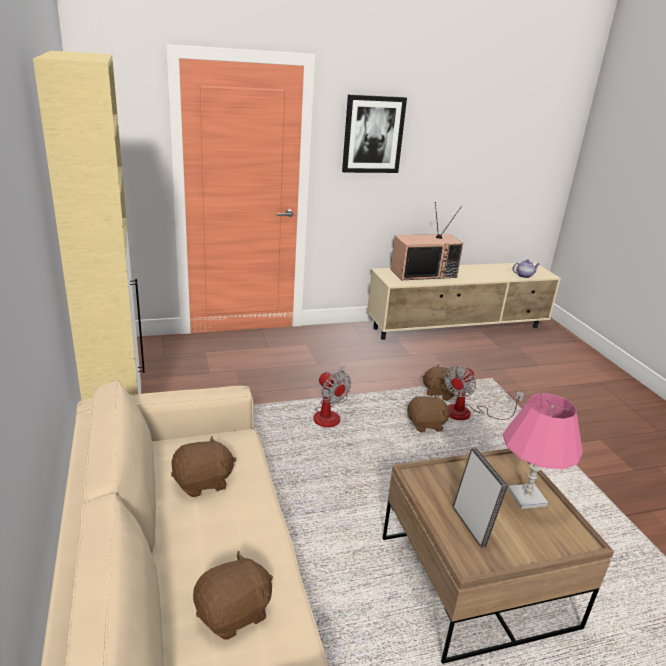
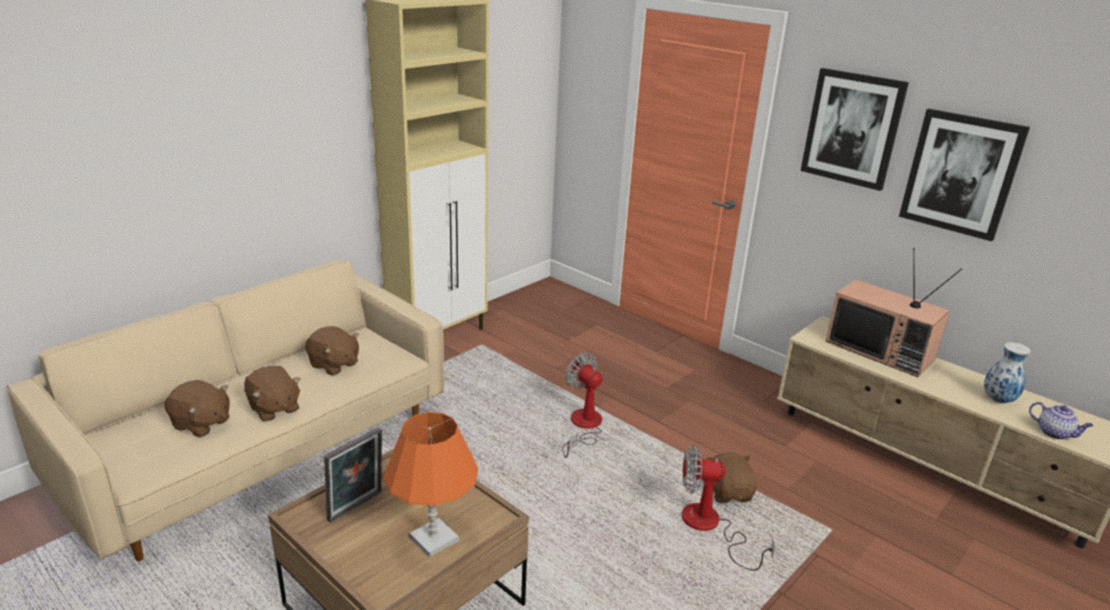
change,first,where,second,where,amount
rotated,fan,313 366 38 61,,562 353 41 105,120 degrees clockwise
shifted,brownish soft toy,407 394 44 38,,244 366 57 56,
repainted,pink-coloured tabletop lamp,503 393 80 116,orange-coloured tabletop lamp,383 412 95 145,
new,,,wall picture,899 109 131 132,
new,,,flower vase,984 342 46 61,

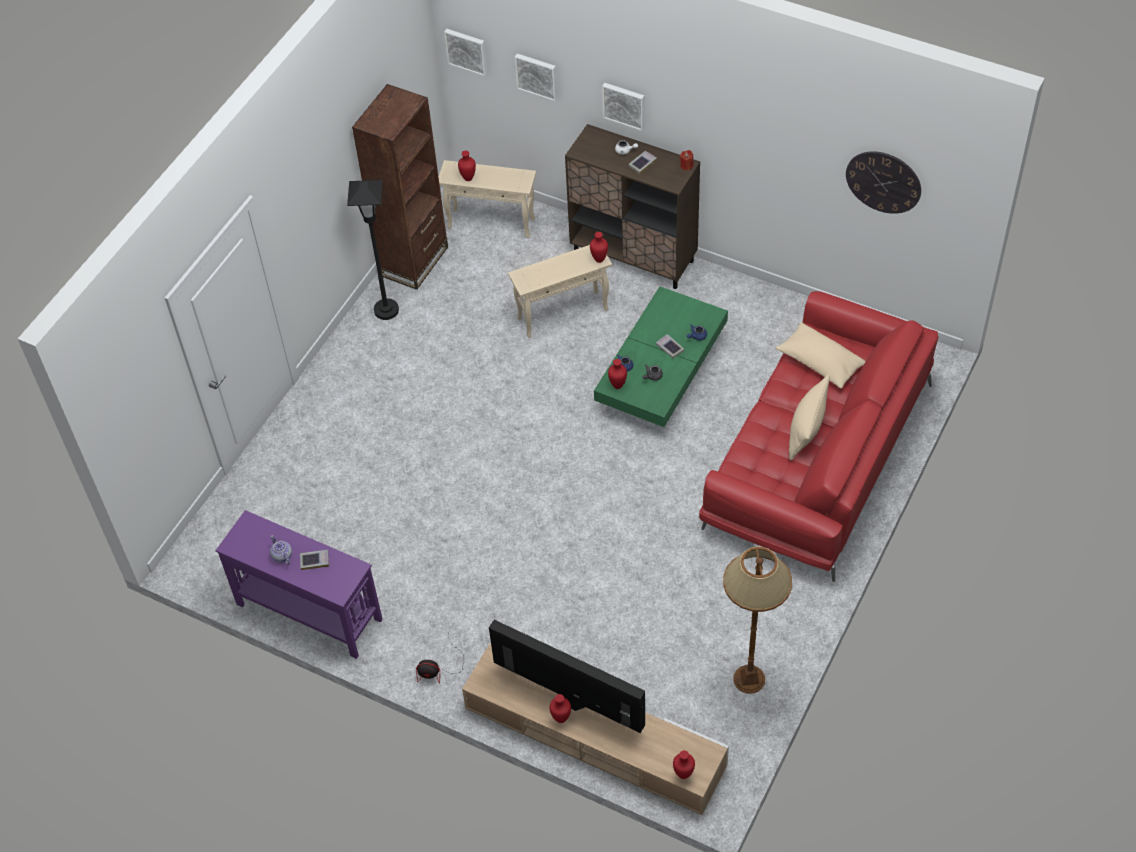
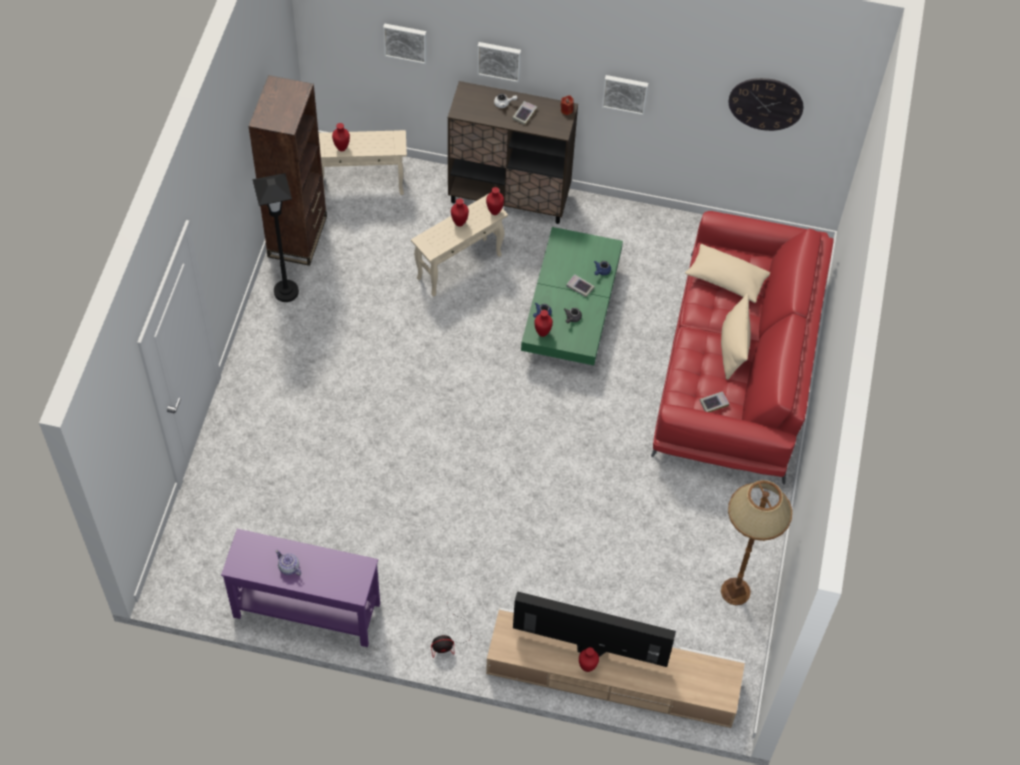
change,first,where,second,where,amount
shifted,volume,300 550 29 20,,700 391 29 21,
shifted,wall picture,444 29 43 47,,602 75 46 40,
shifted,red-coloured flower vase,673 750 22 29,,451 198 18 29,

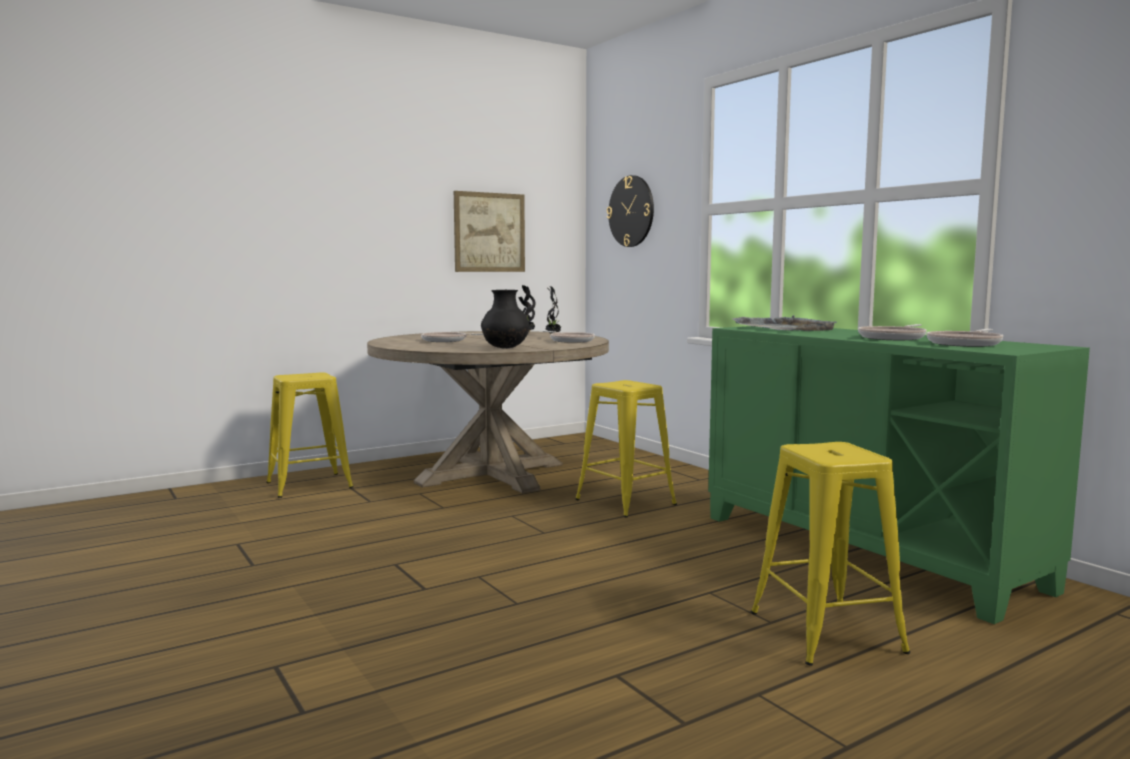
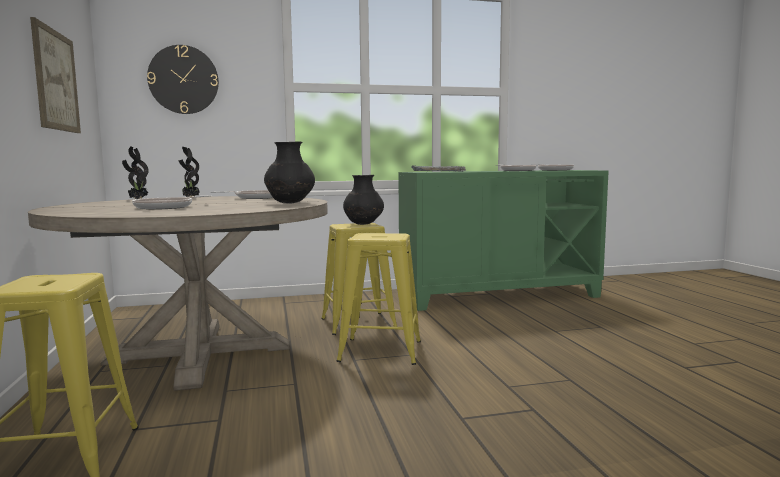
change,first,where,second,where,amount
shifted,yellow stool seat,751 442 159 224,,336 233 85 132,
new,,,blackish flower vase,343 175 41 50,

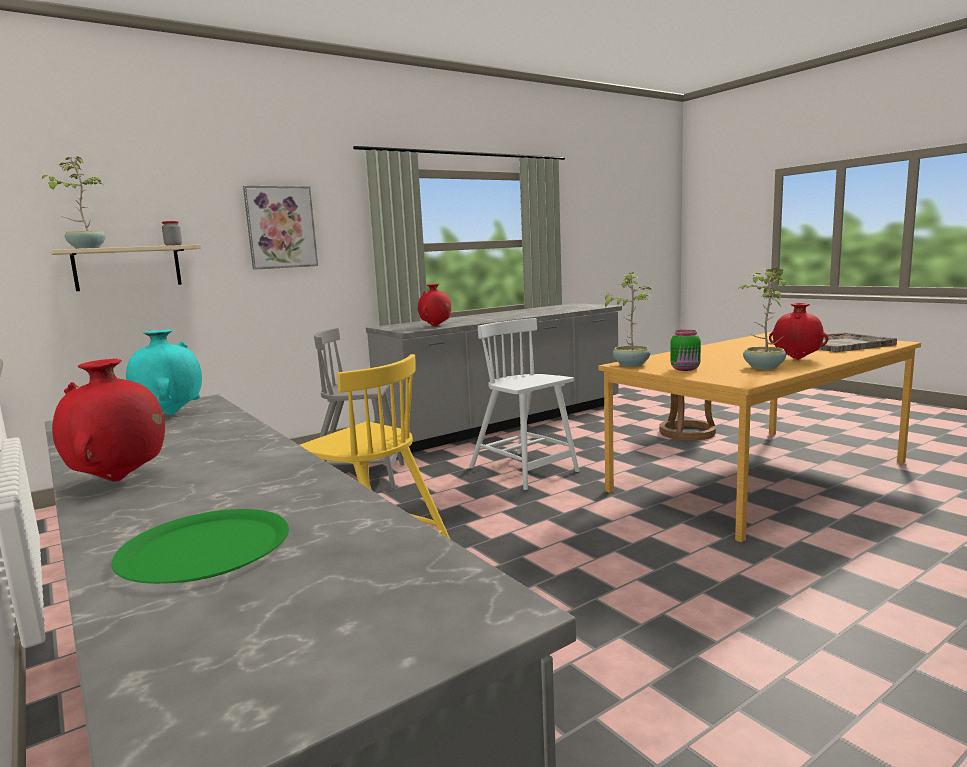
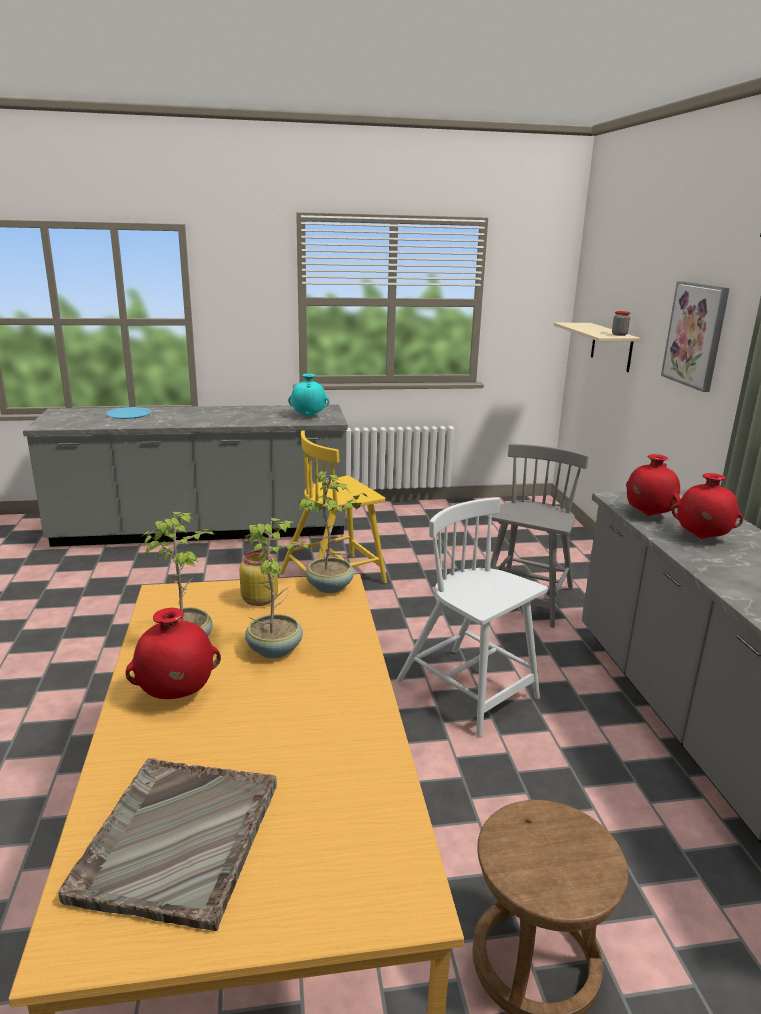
change,first,where,second,where,amount
shifted,plant in a pot,42 157 64 92,,245 518 67 141,
shifted,red-coloured flower vase,52 359 113 122,,672 473 71 66,
repainted,green plate,111 509 178 75,blue plate,106 407 45 12,
rotated,white-coloured plain chair,469 318 110 172,,396 497 152 240,120 degrees counterclockwise
repainted,green preserve jar,670 330 31 41,yellow preserve jar,239 550 39 56,

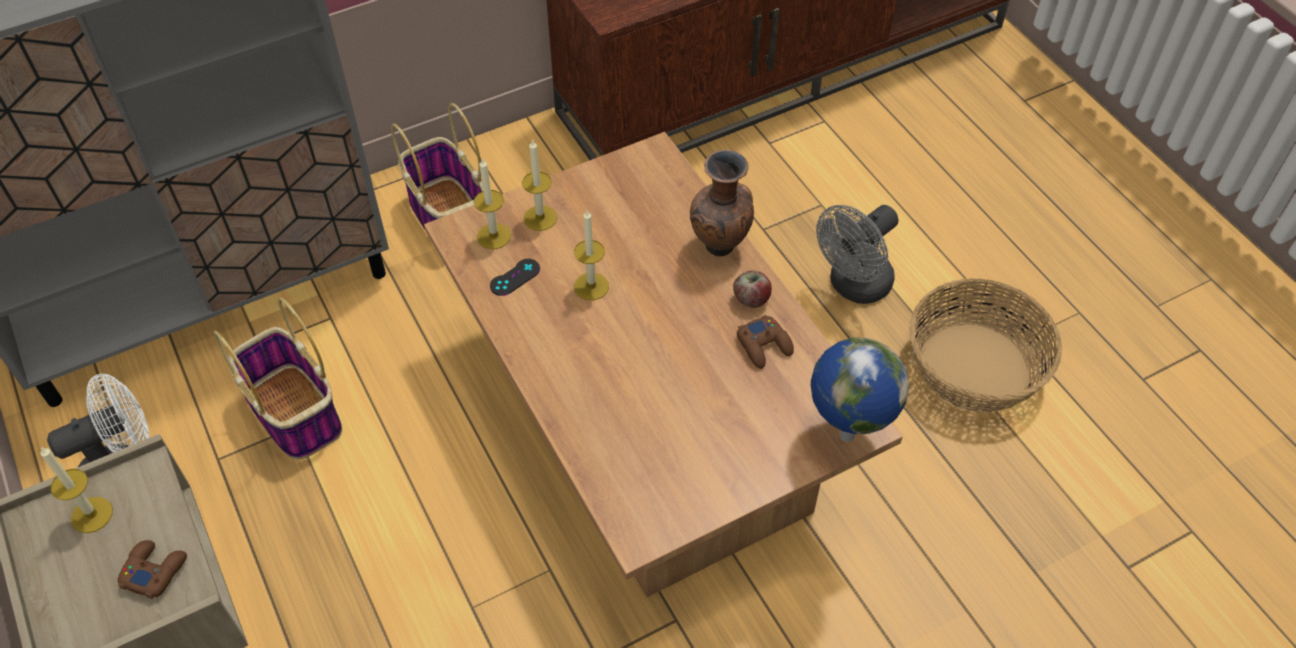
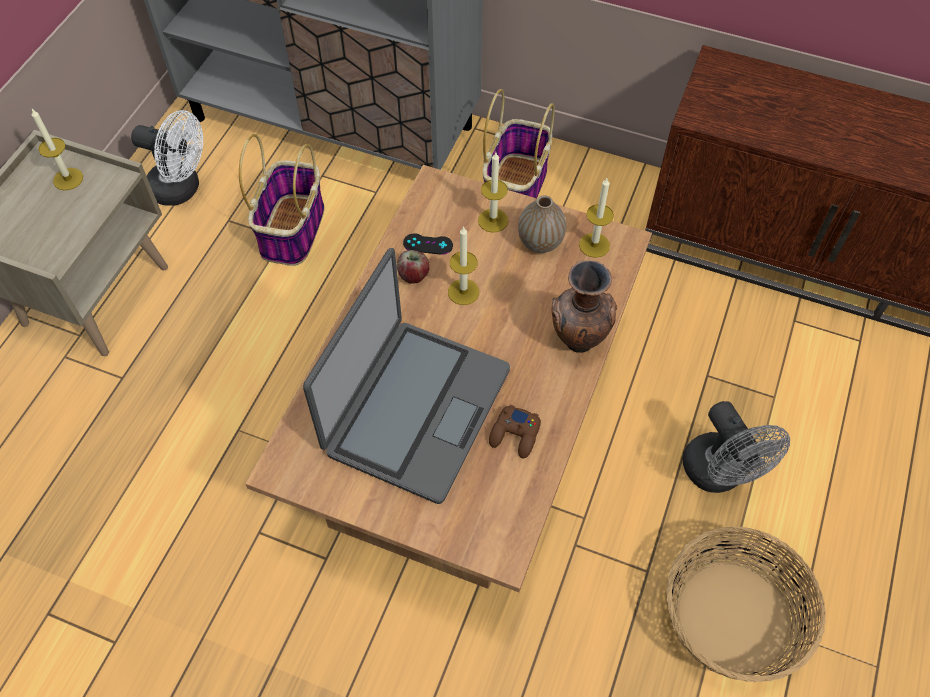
change,first,where,second,where,amount
gone,brownish joypad,118 540 69 59,,,
shifted,wax light,474 158 37 91,,579 178 35 80,
shifted,apple fruit,733 271 39 37,,397 250 33 34,
gone,desk globe,811 337 98 105,,,
rotated,gray fan,816 205 82 99,,682 401 108 92,120 degrees counterclockwise
new,,,portable computer,303 248 207 256,
new,,,flower vase,518 195 48 58,

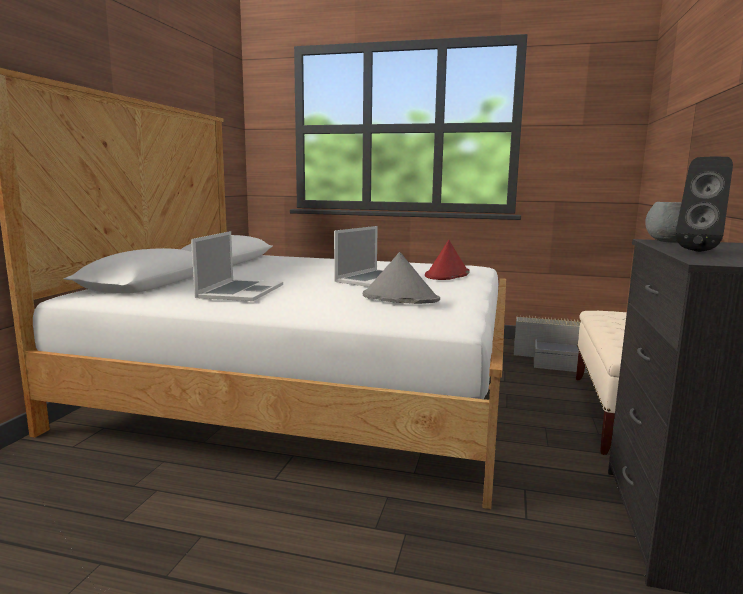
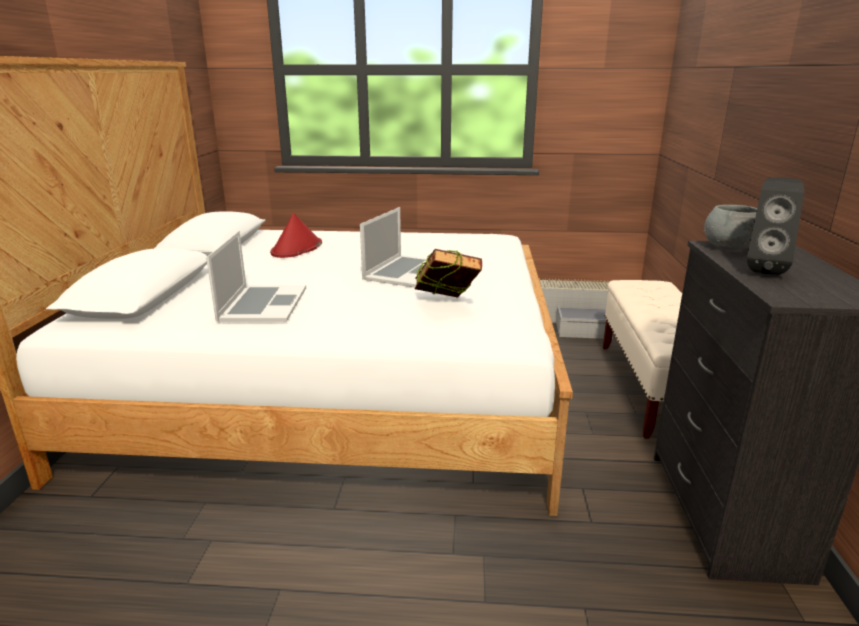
change,first,where,second,where,amount
swapped,gray hat,363 252 77 52,volume,415 249 67 49,
shifted,red-coloured hat,425 240 45 40,,270 213 52 45,

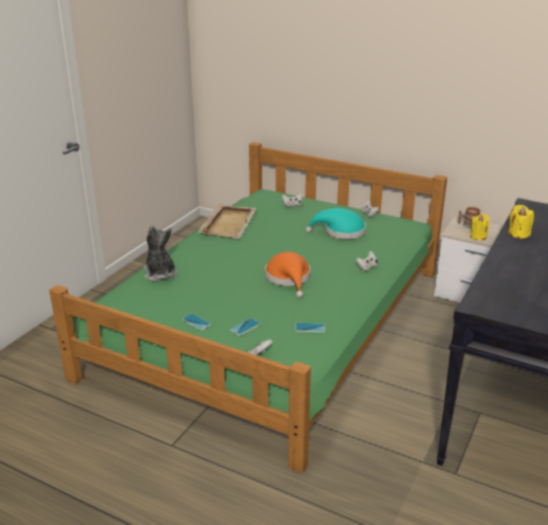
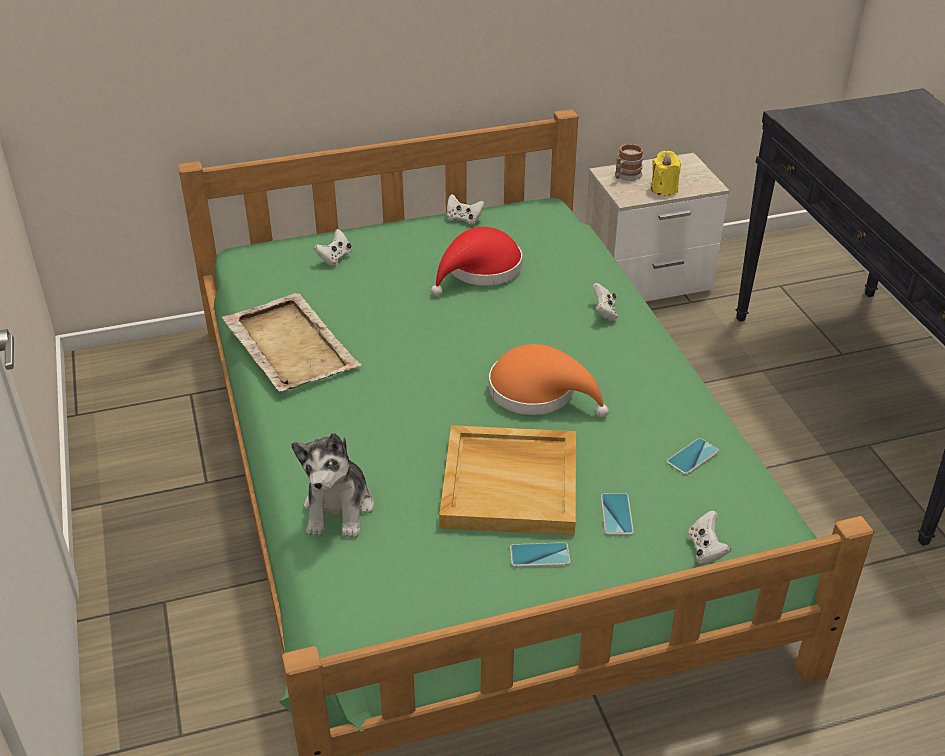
change,first,where,second,where,amount
rotated,soft toy,144 225 33 57,,291 433 83 105,105 degrees counterclockwise
repainted,turquoise-coloured hat,306 208 60 31,red-coloured hat,431 227 91 69,
gone,yellow wax light,508 205 26 33,,,
new,,,beige serving tray,439 425 137 111,

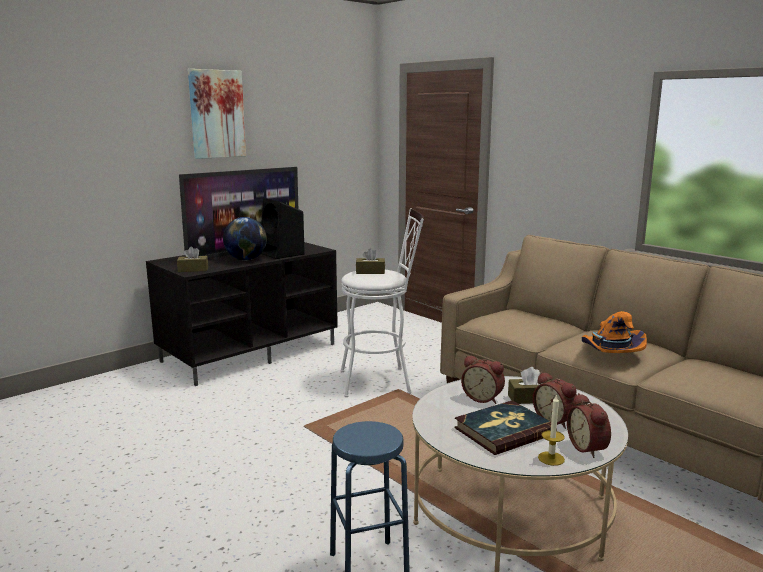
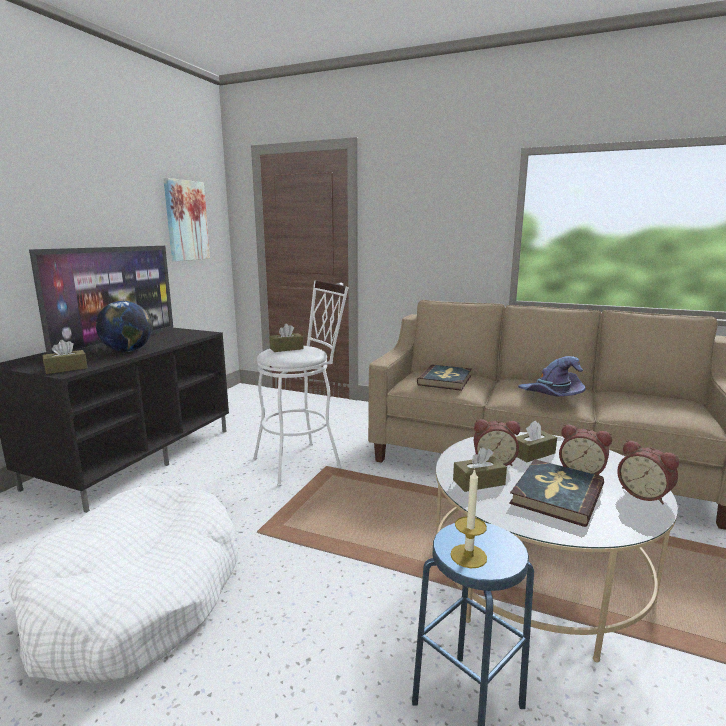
change,first,where,second,where,amount
shifted,wall picture,188 69 58 90,,163 178 47 83,
gone,blackish audio speaker,261 198 44 61,,,
shifted,wax light,538 394 27 72,,451 468 36 100,
repainted,orange-coloured hat,582 311 65 42,purplish hat,518 356 67 40,
new,,,white-coloured dog cushion,9 485 229 199,
new,,,volume,417 365 55 26,
new,,,brownish tissue holder,453 447 54 45,

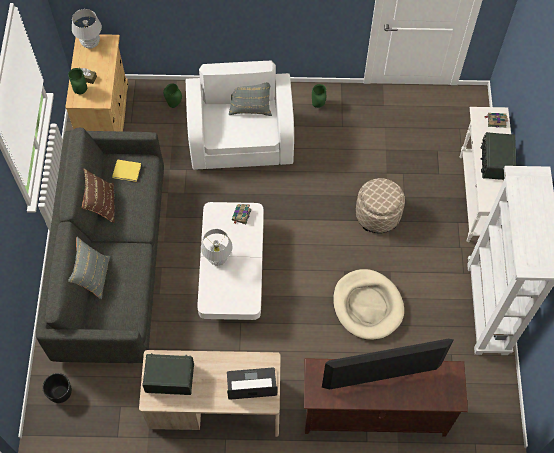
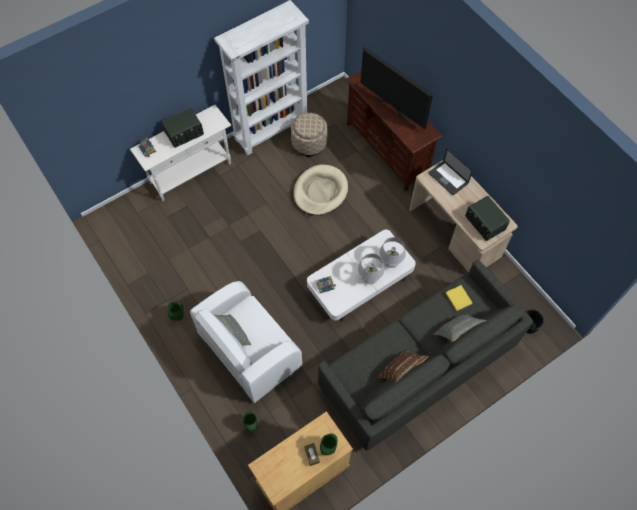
change,first,where,second,where,amount
shifted,white-coloured tabletop lamp,72 9 30 40,,380 237 26 31,
shifted,yellow volume,112 159 29 23,,446 285 26 26,
shifted,beige footrest,356 178 49 55,,291 113 37 44,

